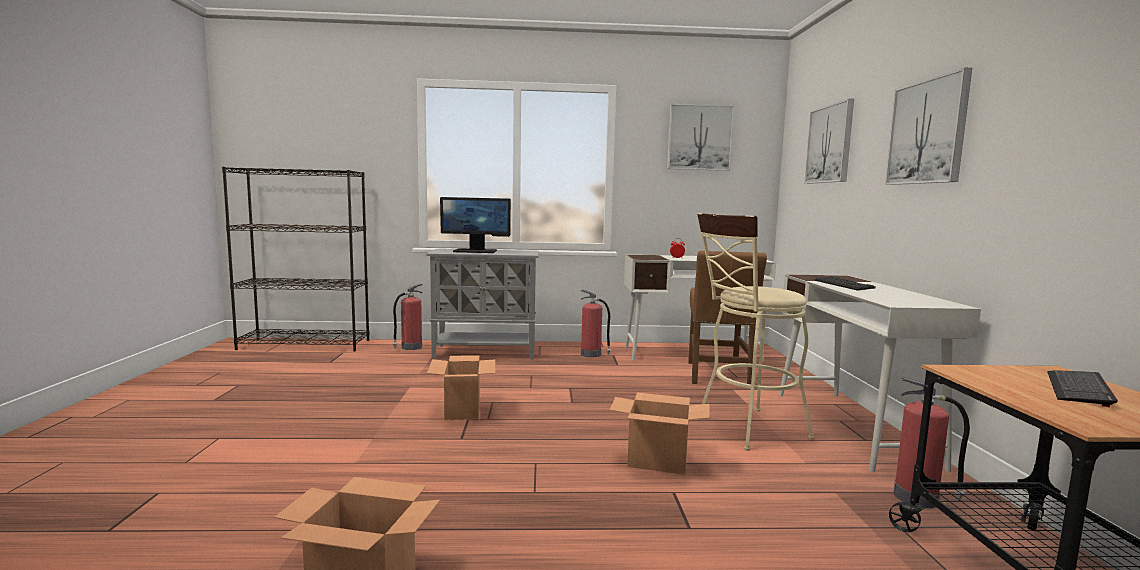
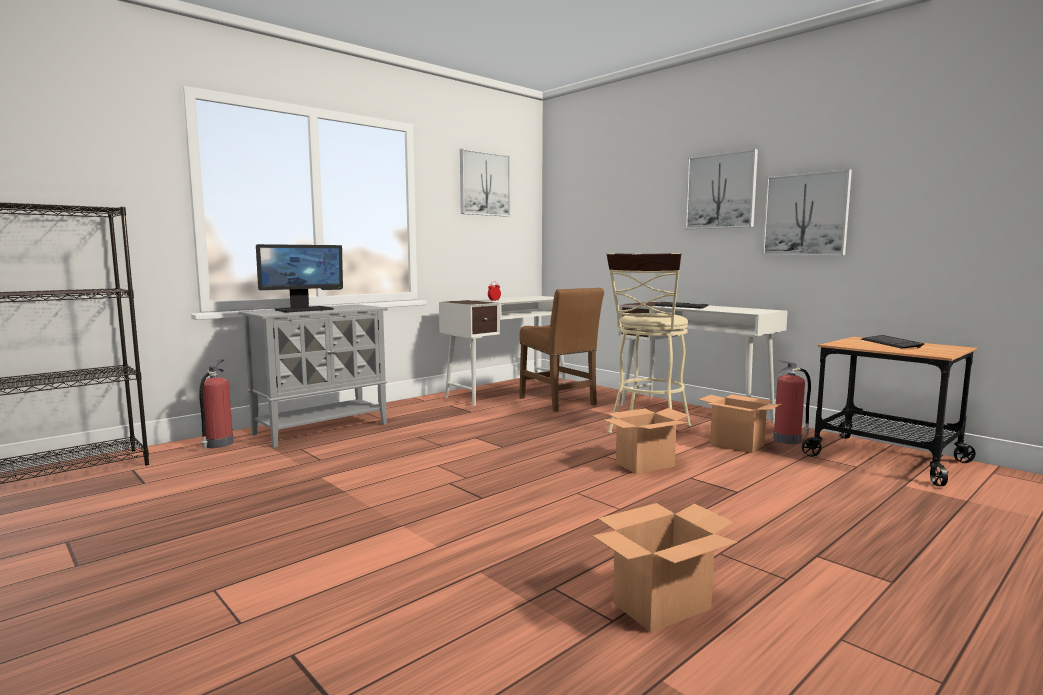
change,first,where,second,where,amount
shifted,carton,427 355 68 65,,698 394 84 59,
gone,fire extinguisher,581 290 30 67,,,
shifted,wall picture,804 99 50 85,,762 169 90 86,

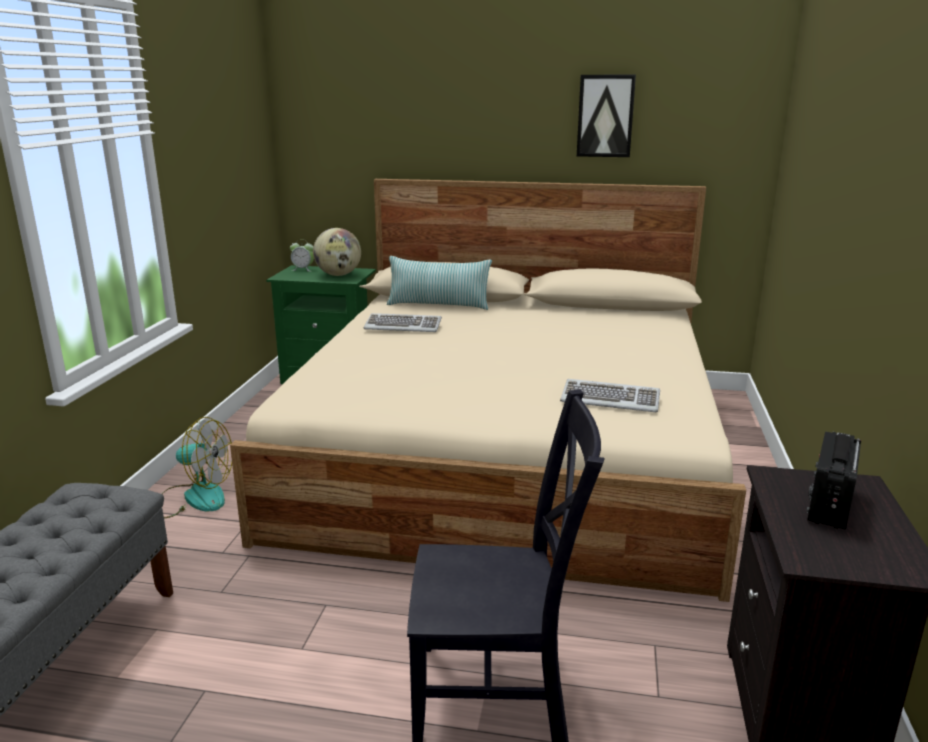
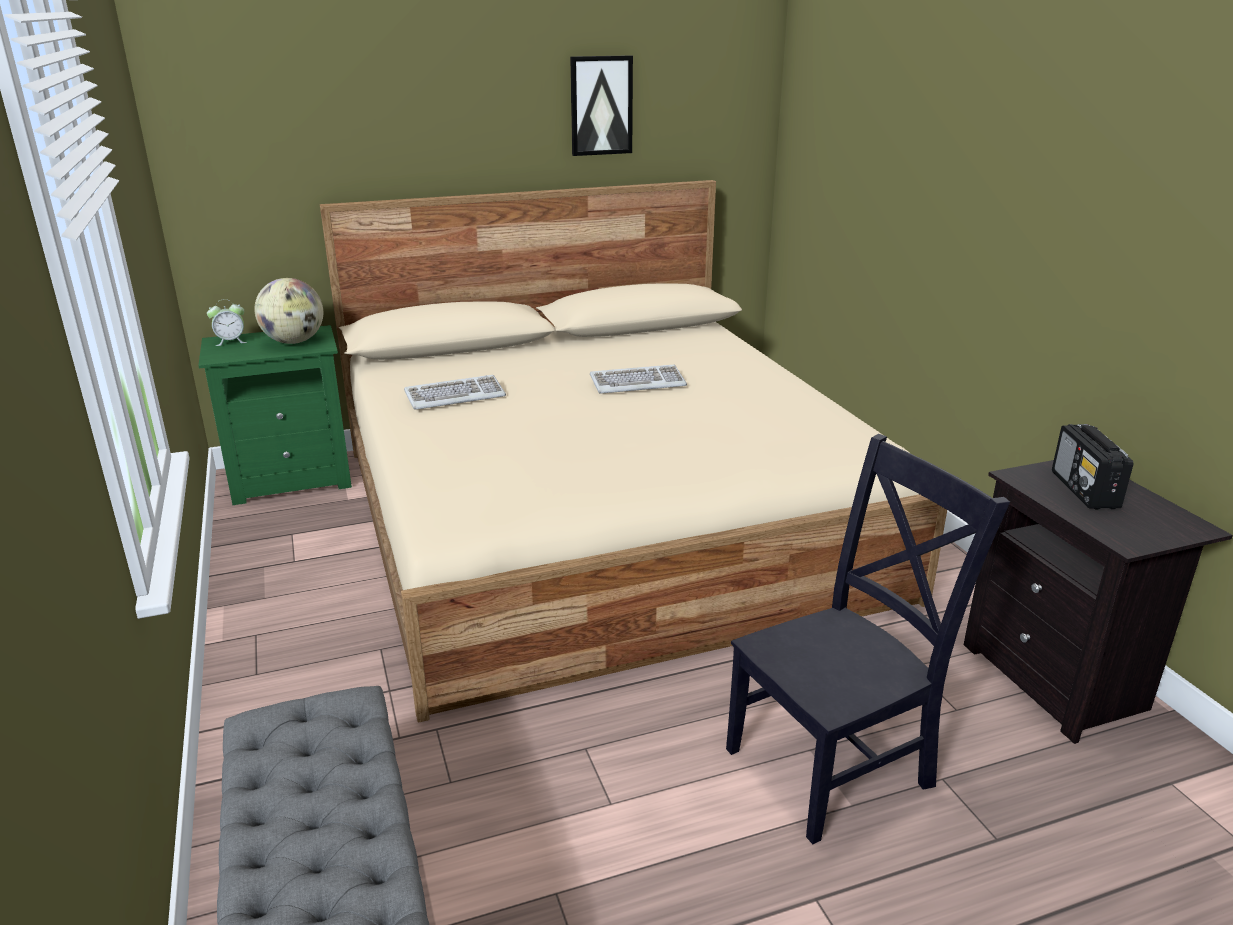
change,first,where,second,where,amount
gone,fan,162 417 70 101,,,
gone,throw pillow,387 256 105 54,,,
shifted,keyboard,560 379 100 33,,590 365 97 28,

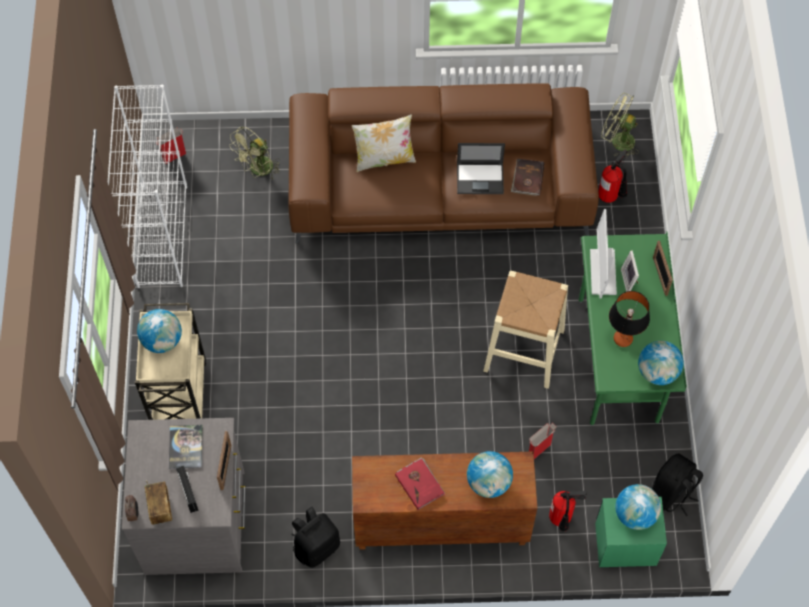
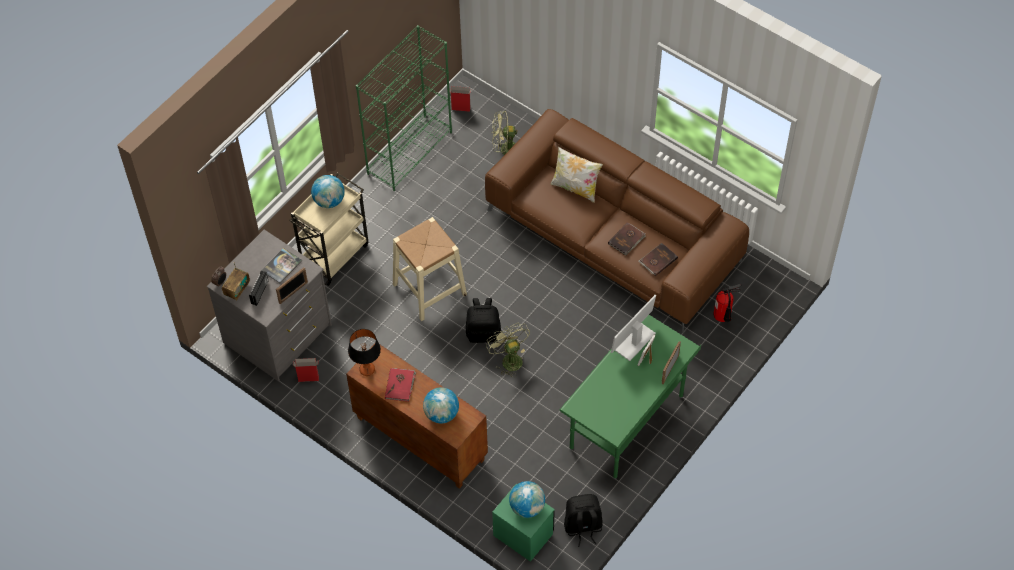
change,first,where,second,where,amount
repainted,white-coloured bookcase,108 85 79 203,green bookcase,356 25 96 166,
shifted,blackish rucksack,291 507 49 61,,466 298 35 45,
swapped,portable computer,457 143 48 51,brownish volume,608 223 38 33,
shifted,beige stool seat,483 270 85 119,,393 217 74 104,
shifted,carton,529 422 28 37,,293 358 26 24,
gone,fire extinguisher,549 491 38 40,,,
shifted,green fan,601 93 37 65,,486 323 44 53,
shifted,tabletop lamp,609 291 41 56,,348 329 33 47,
gone,desk globe,638 341 46 44,,,

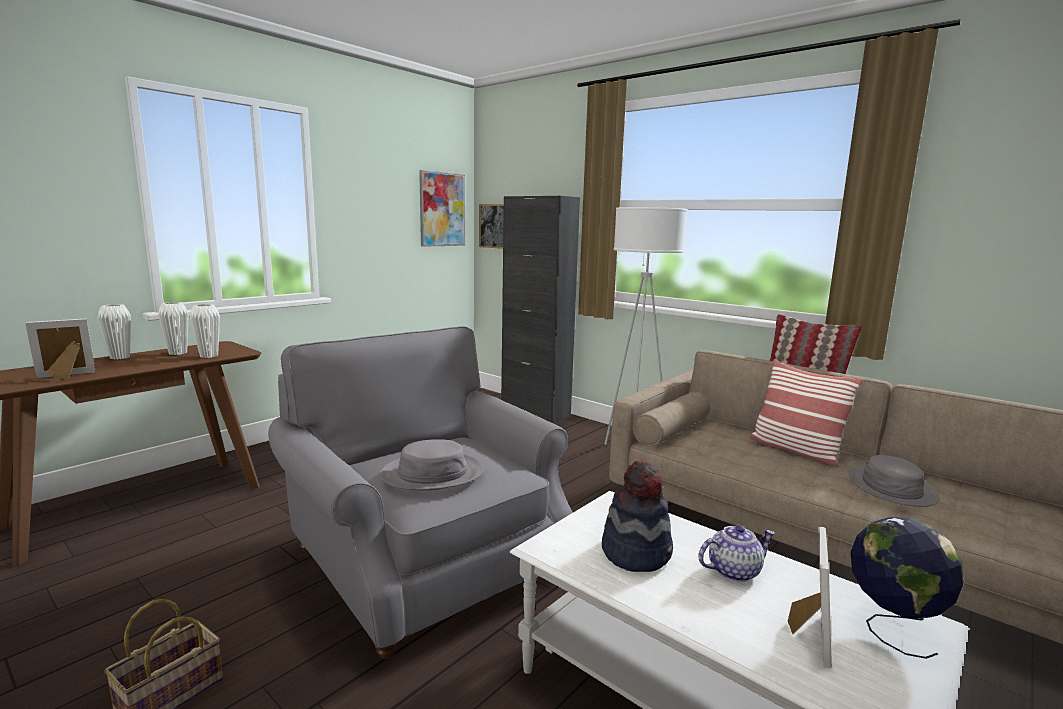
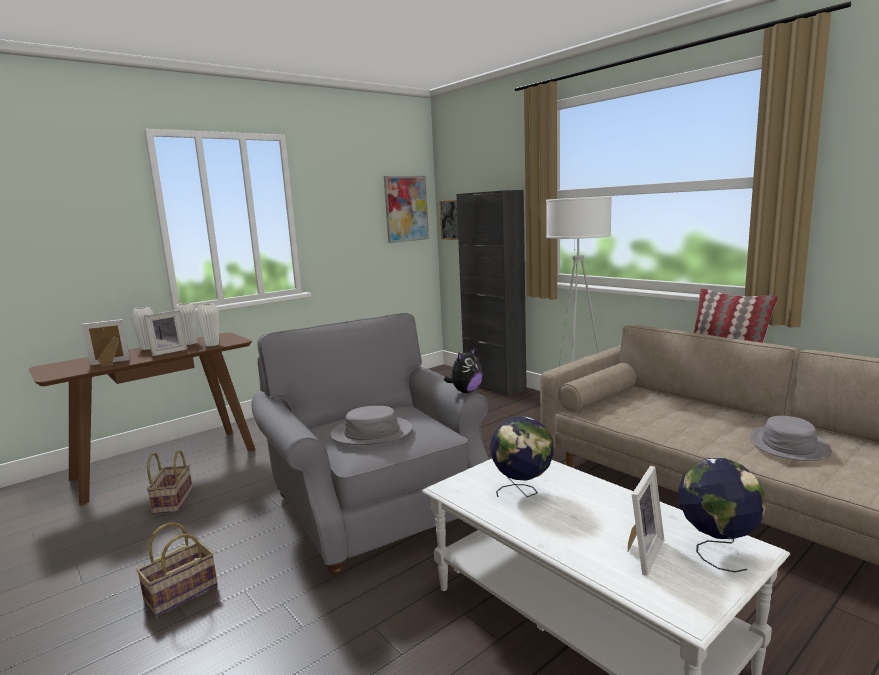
change,first,where,second,where,amount
swapped,hat,602 461 71 111,desk globe,490 417 64 80,
gone,teapot,698 525 77 57,,,
gone,throw pillow,749 360 114 107,,,
new,,,photo frame,144 310 43 46,
new,,,basket,147 450 46 64,
new,,,soft toy,444 347 39 46,

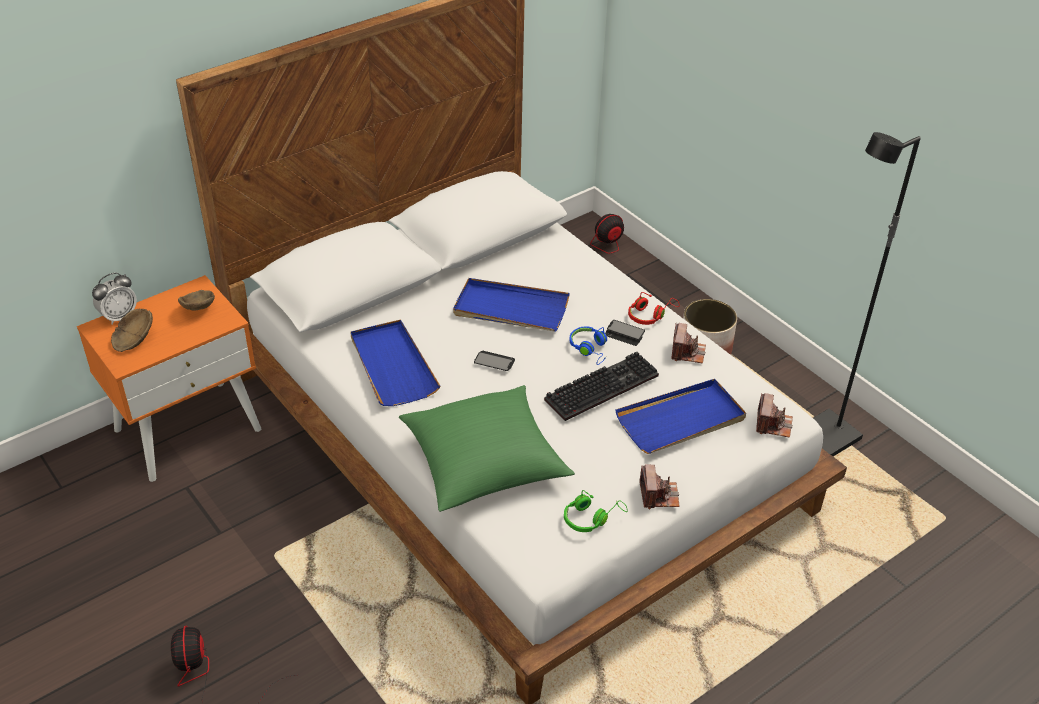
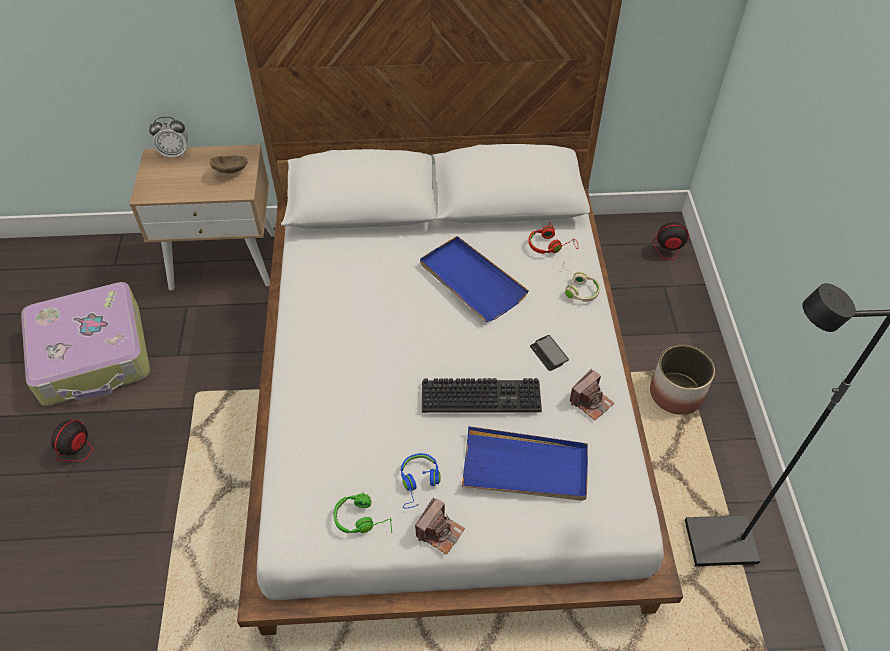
change,first,where,second,where,amount
repainted,orange-coloured bedside table,77 275 184 207,beige bedside table,130 145 145 145,
gone,brownish bowl,111 309 42 43,,,
gone,blue serving tray,350 319 90 87,,,
gone,green throw pillow,399 385 176 127,,,
gone,phone,474 351 41 20,,,
shifted,blue headset,569 326 38 39,,401 453 39 55,
shifted,red-coloured headset,628 292 52 33,,528 222 50 32,
gone,still camera,756 393 37 45,,,
new,,,suitcase,21 282 129 124,
new,,,beige headset,559 261 41 41,

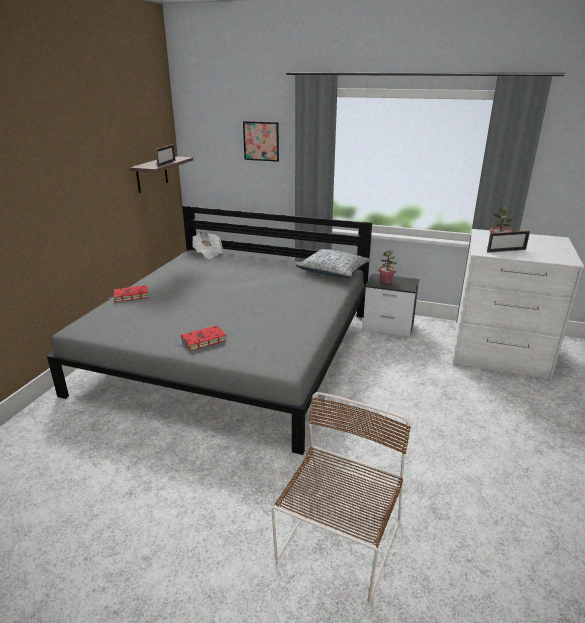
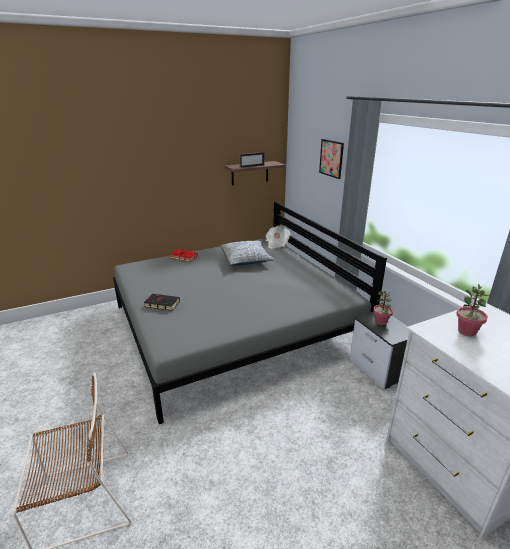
change,first,where,second,where,amount
repainted,red-coloured volume,178 325 49 26,blackish volume,144 294 36 17,
shifted,throw pillow,296 249 75 29,,221 241 53 25,
gone,photo frame,487 230 43 23,,,

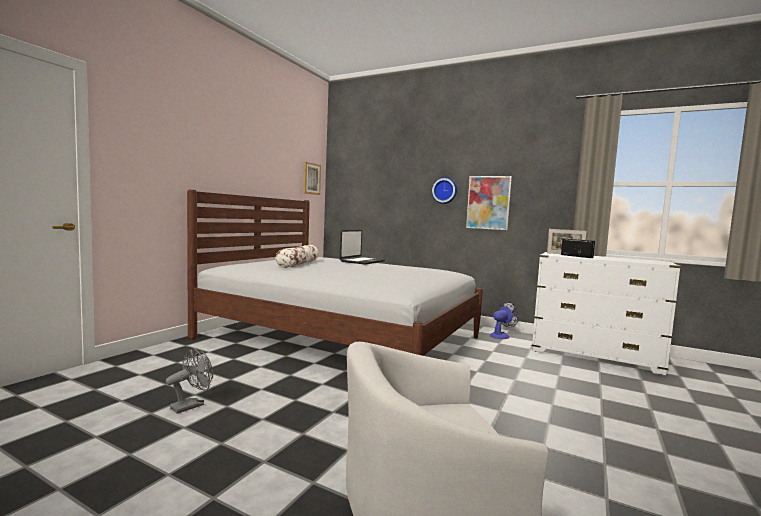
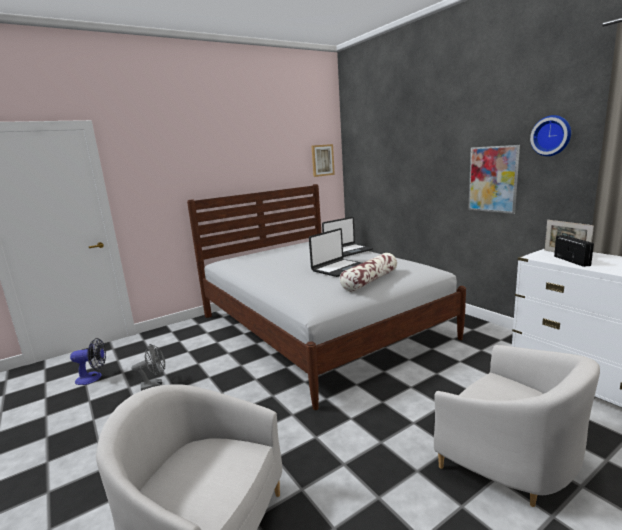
change,first,where,second,where,amount
shifted,throw pillow,276 245 43 23,,340 253 57 39,
shifted,clock on the wall,432 177 25 27,,530 115 41 41,
shifted,fan,490 302 29 37,,70 338 36 47,
new,,,portable computer,309 228 53 49,
new,,,white-coloured lounge chair,434 345 166 162,

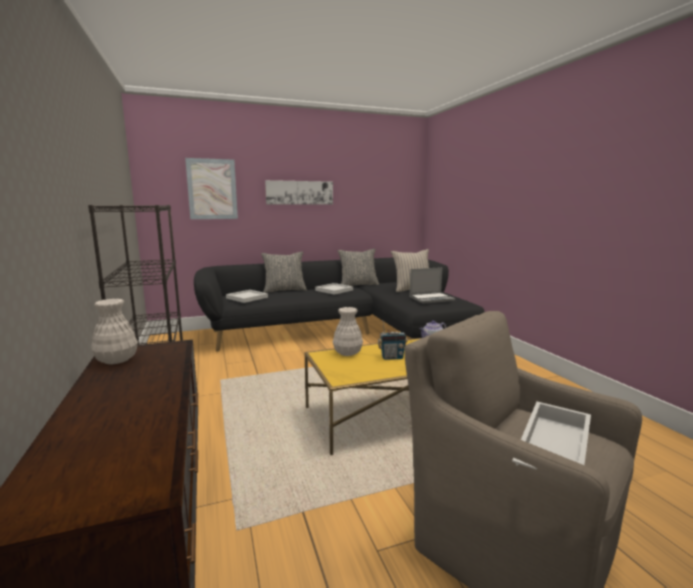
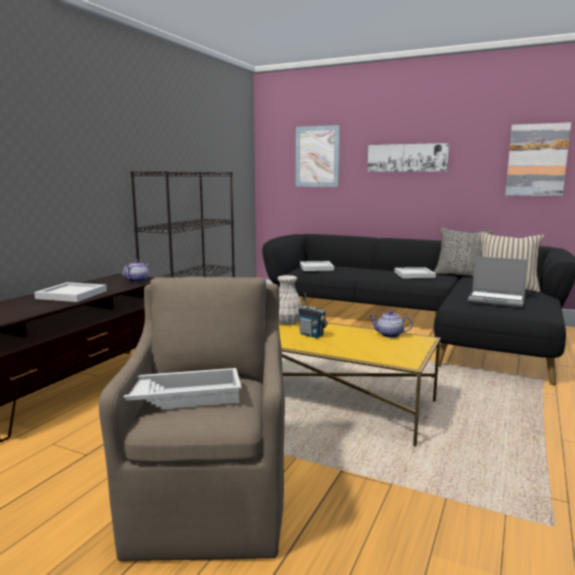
change,first,where,second,where,amount
gone,white-coloured flower vase,91 299 47 65,,,
gone,gray throw pillow,261 251 46 42,,,
new,,,white-coloured serving tray,34 282 73 20,
new,,,teapot,123 260 27 23,
new,,,wall picture,505 122 66 74,

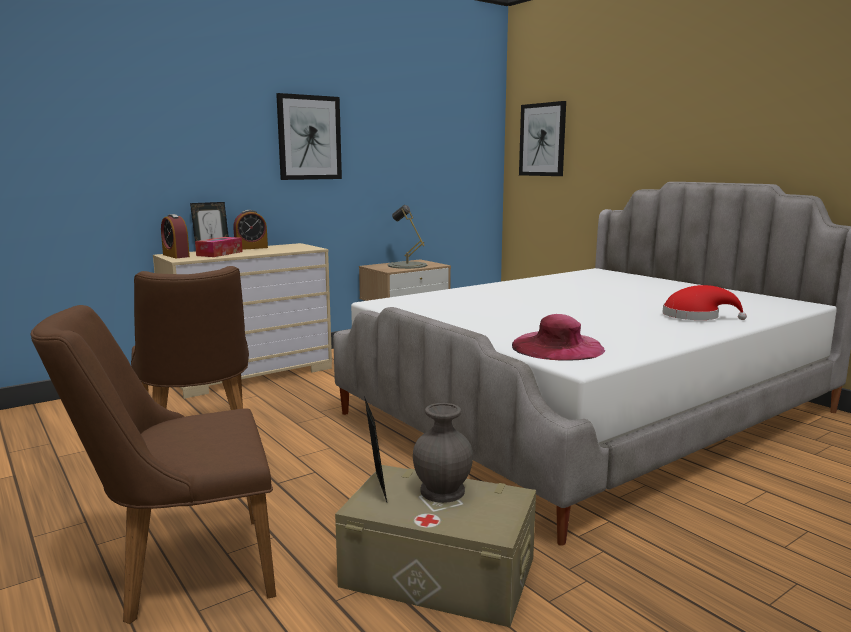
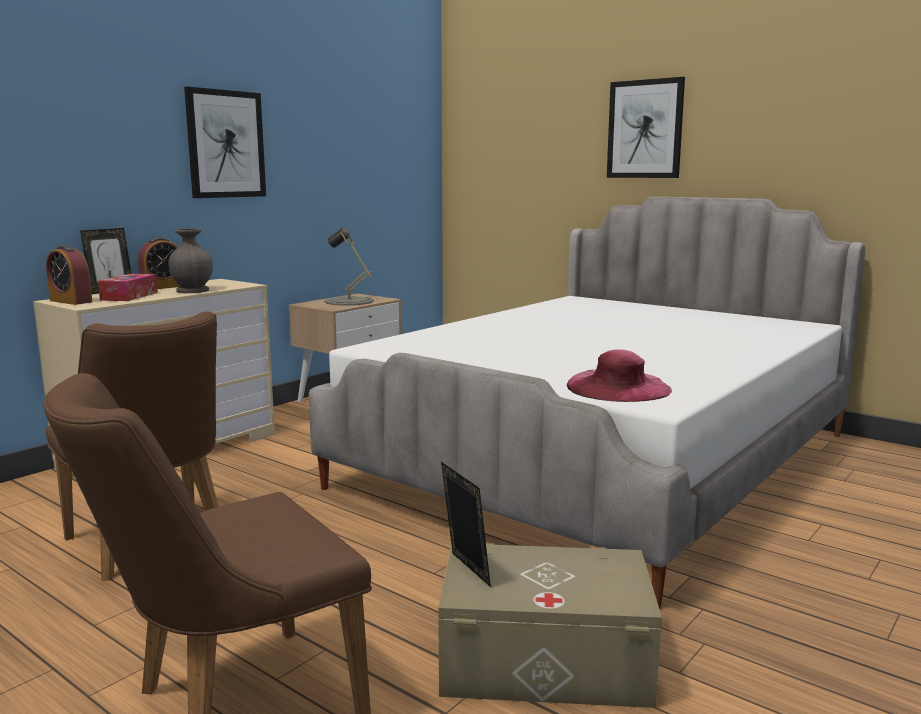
change,first,where,second,where,amount
shifted,gray flower vase,413 403 60 100,,169 228 44 65,
shifted,wall picture,519 101 47 75,,607 77 78 101,
gone,red-coloured hat,662 285 85 35,,,

